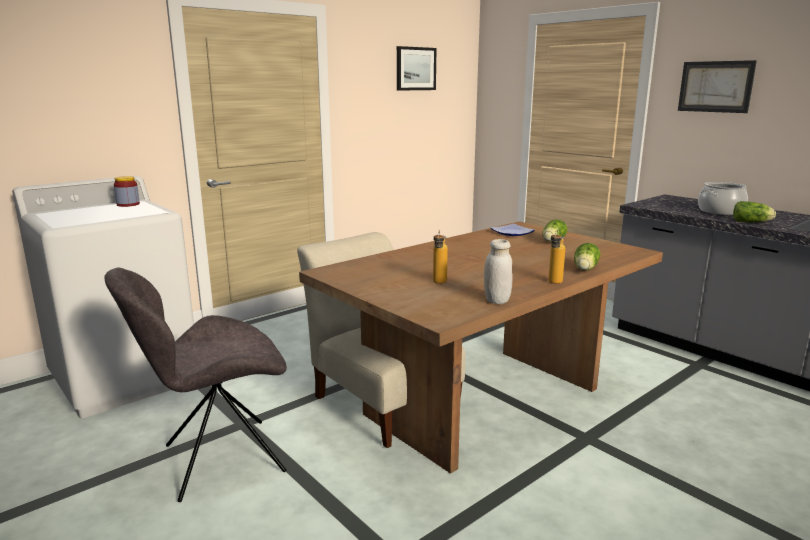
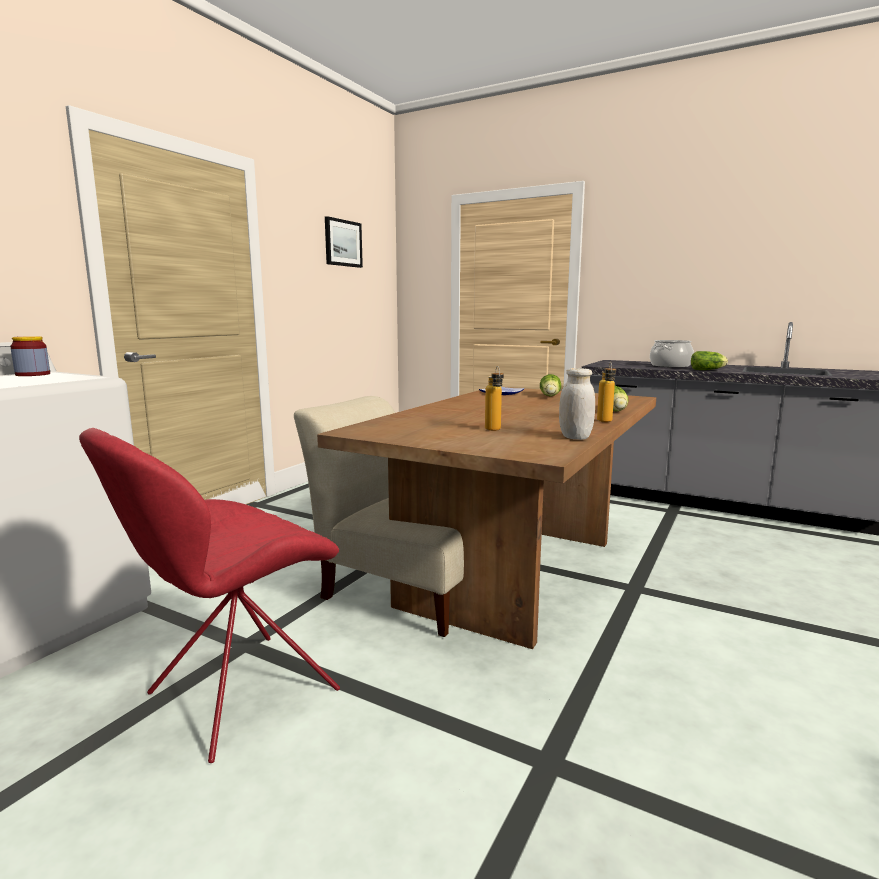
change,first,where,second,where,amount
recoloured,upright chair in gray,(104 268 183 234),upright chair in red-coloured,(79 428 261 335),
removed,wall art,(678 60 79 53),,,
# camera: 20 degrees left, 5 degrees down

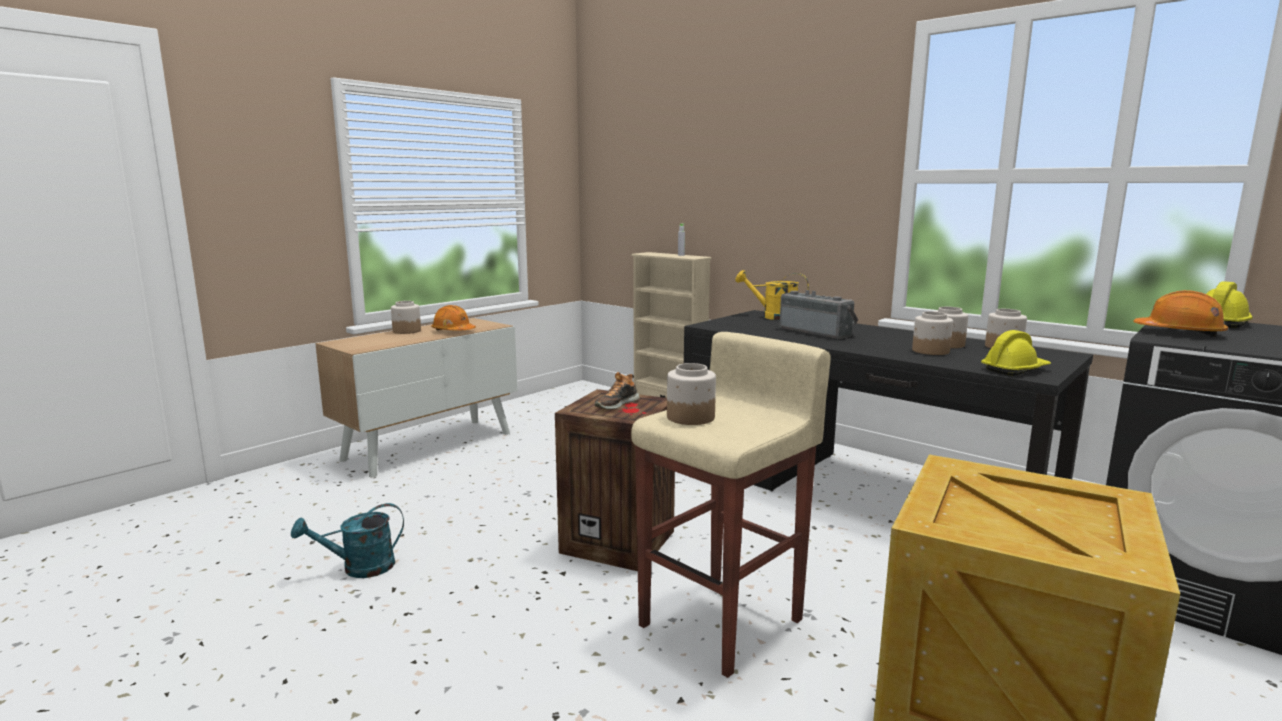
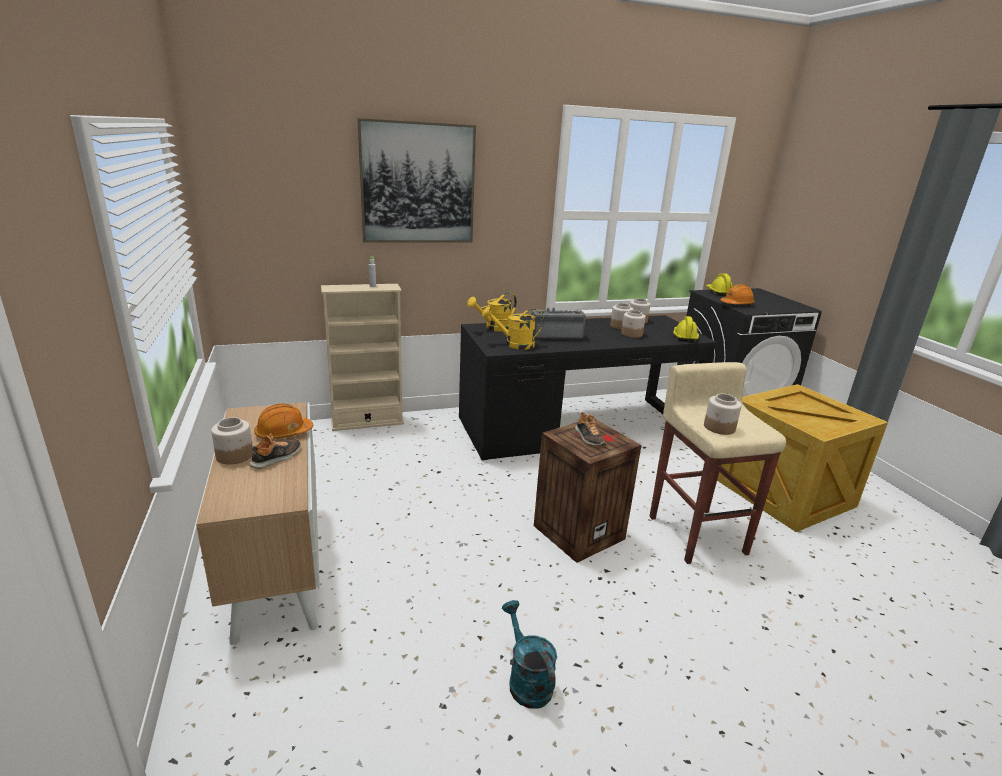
change,first,where,second,where,amount
turned,watering can in blue-green,(291 503 113 75),,(502 600 55 109),150 degrees clockwise
added,,,shoe,(249 433 52 36),
added,,,wall art,(357 118 119 125),
added,,,watering can in yellow,(482 307 62 43),
# camera: 60 degrees left, 10 degrees up

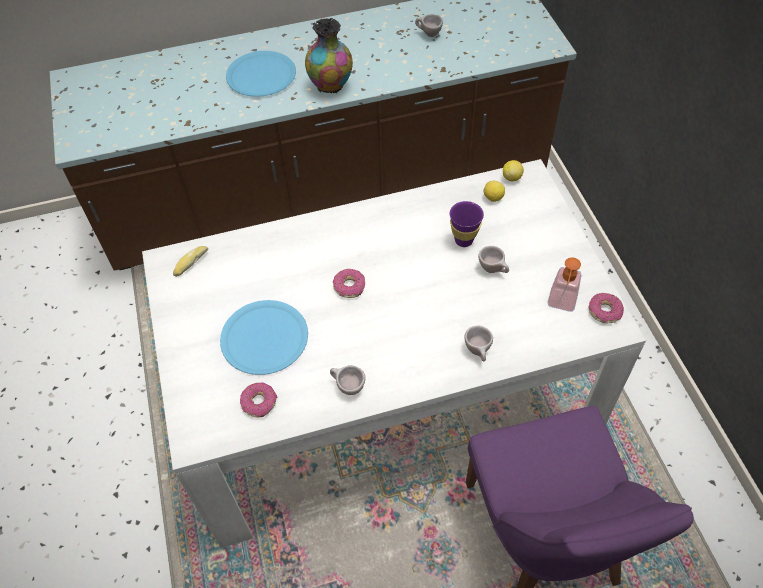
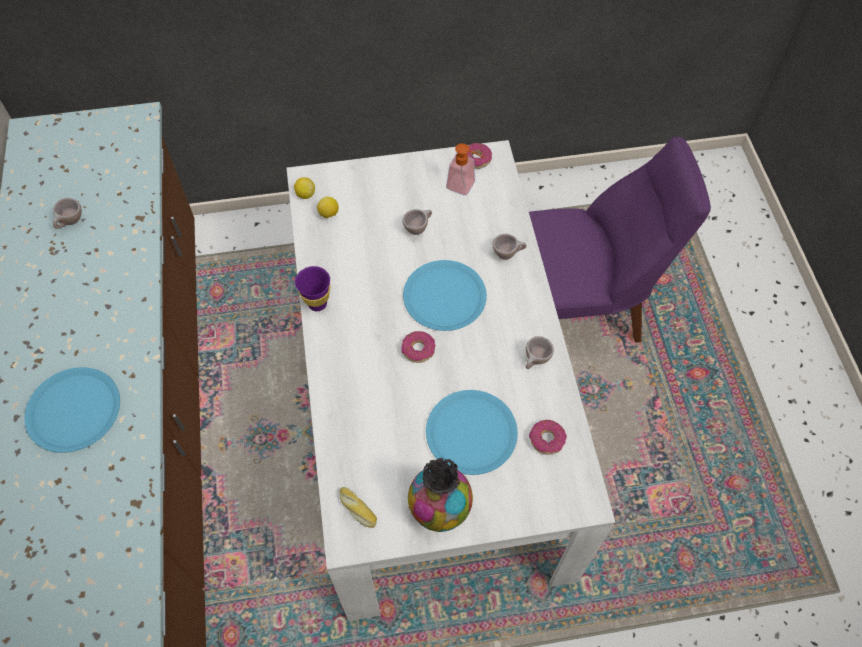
change,first,where,second,where,amount
moved,flower vase,(305 18 48 75),,(408 458 65 74),
moved,cup in purplish,(449 201 35 46),,(295 266 35 45),
added,,,dinner plate in bluish,(403 260 84 71),
# camera: 85 degrees left, 5 degrees up

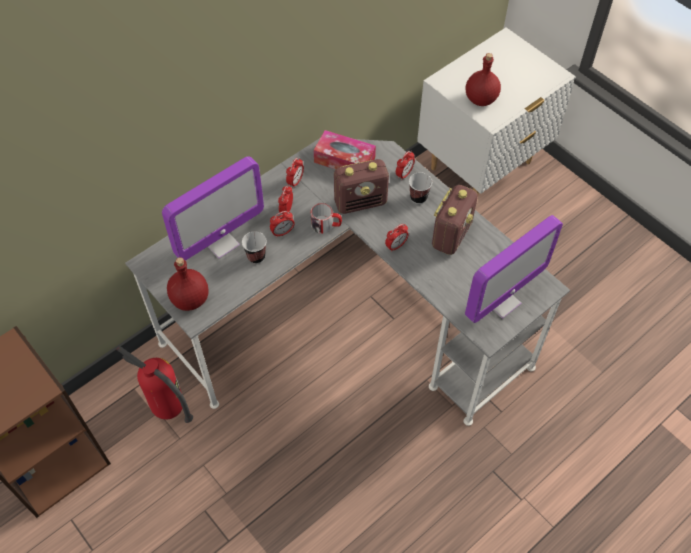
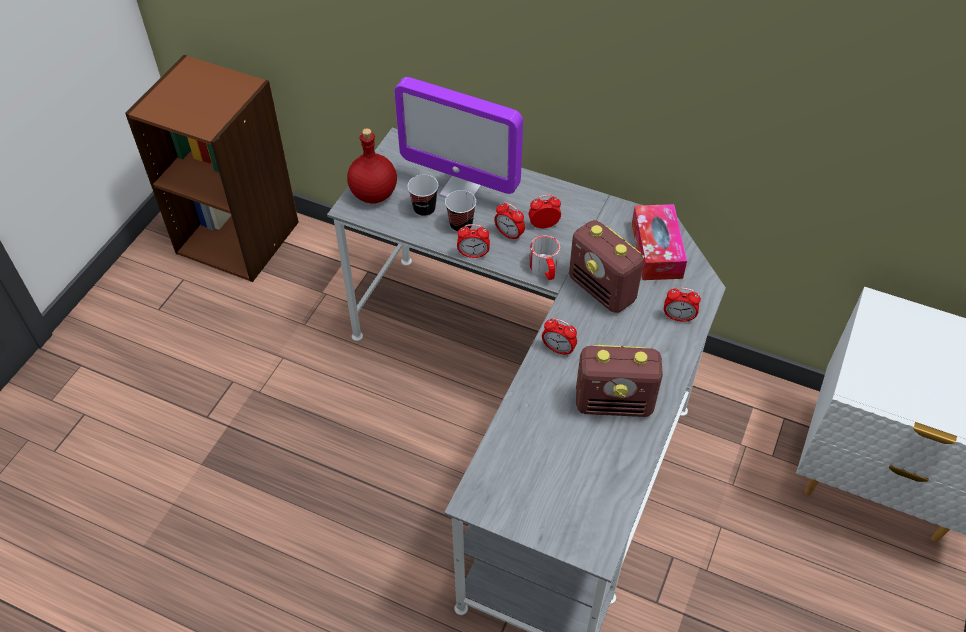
change,first,where,second,where,amount
removed,extinguisher,(117 346 76 77),,,
moved,table clock,(286 158 18 30),,(457 224 33 34),
moved,cup,(409 172 23 32),,(408 175 31 42),
removed,beverage bottle in red-coloured,(465 53 36 53),,,
removed,computer screen,(465 215 98 108),,,
# camera: 65 degrees right, 5 degrees down

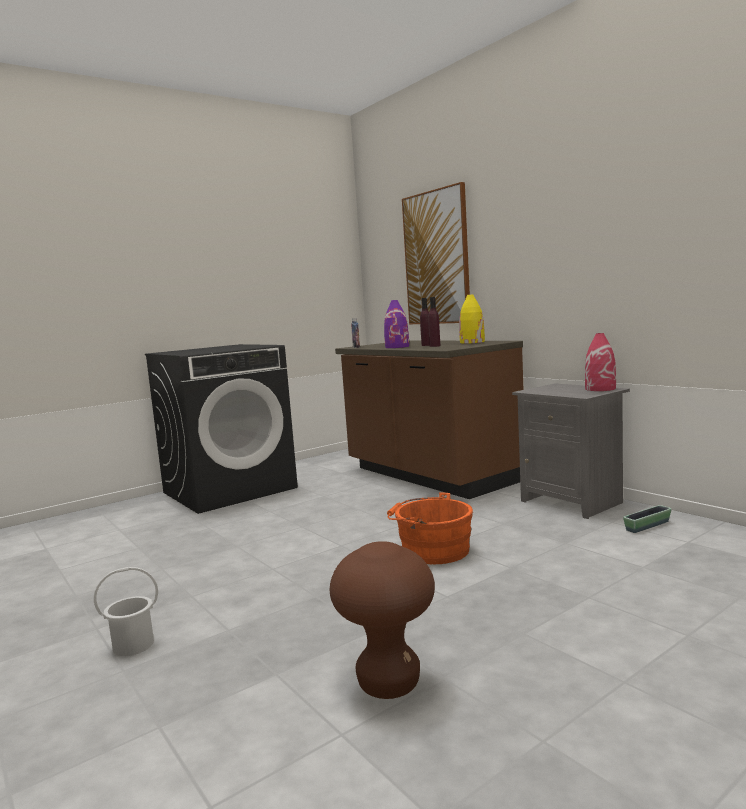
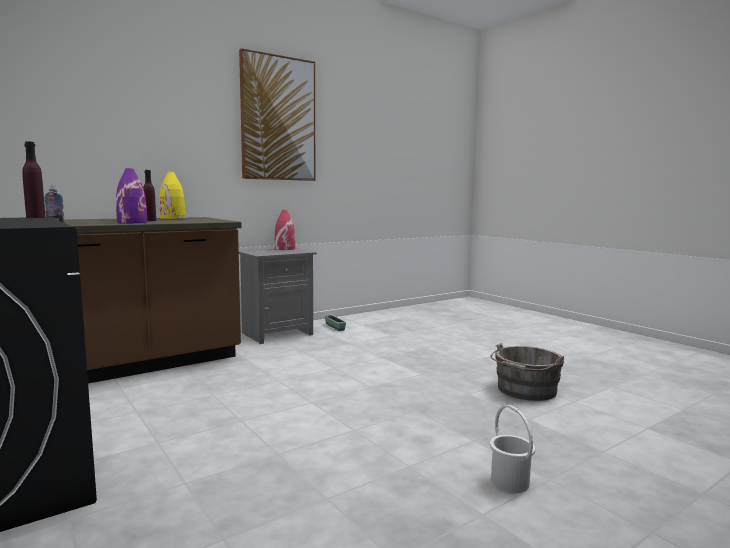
change,first,where,second,where,amount
replaced,stool in brown-coloured,(329 541 106 158),bucket in gray,(490 343 74 58),
removed,bucket in orange-coloured,(387 492 86 72),,,
moved,wall art,(402 182 68 142),,(239 48 76 133),
moved,beverage bottle in purplish,(428 297 13 50),,(22 141 24 77),
# camera: 90 degrees left, 0 degrees up

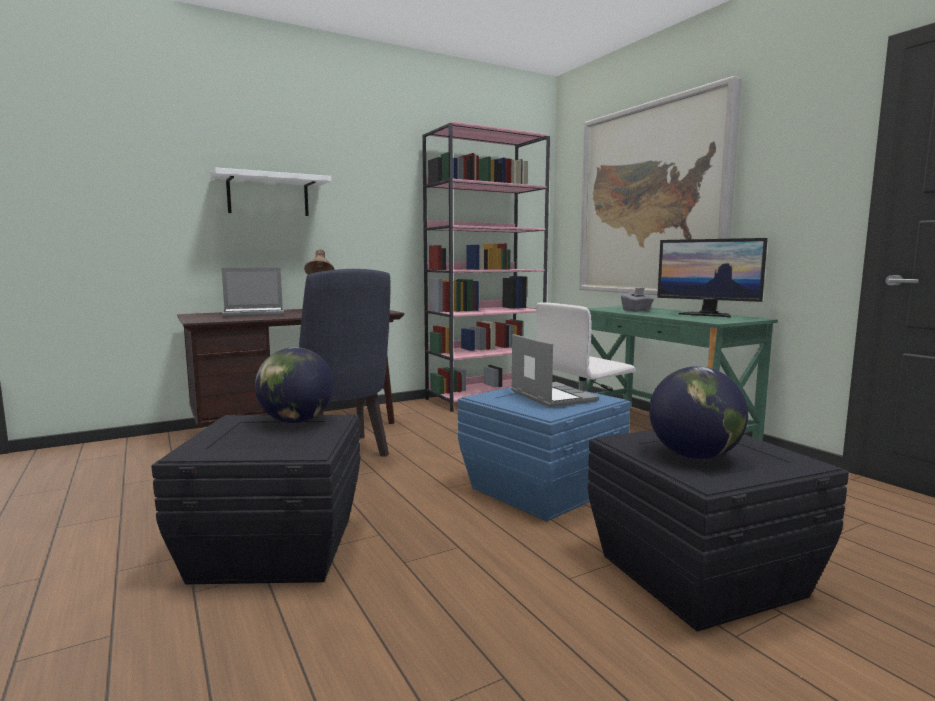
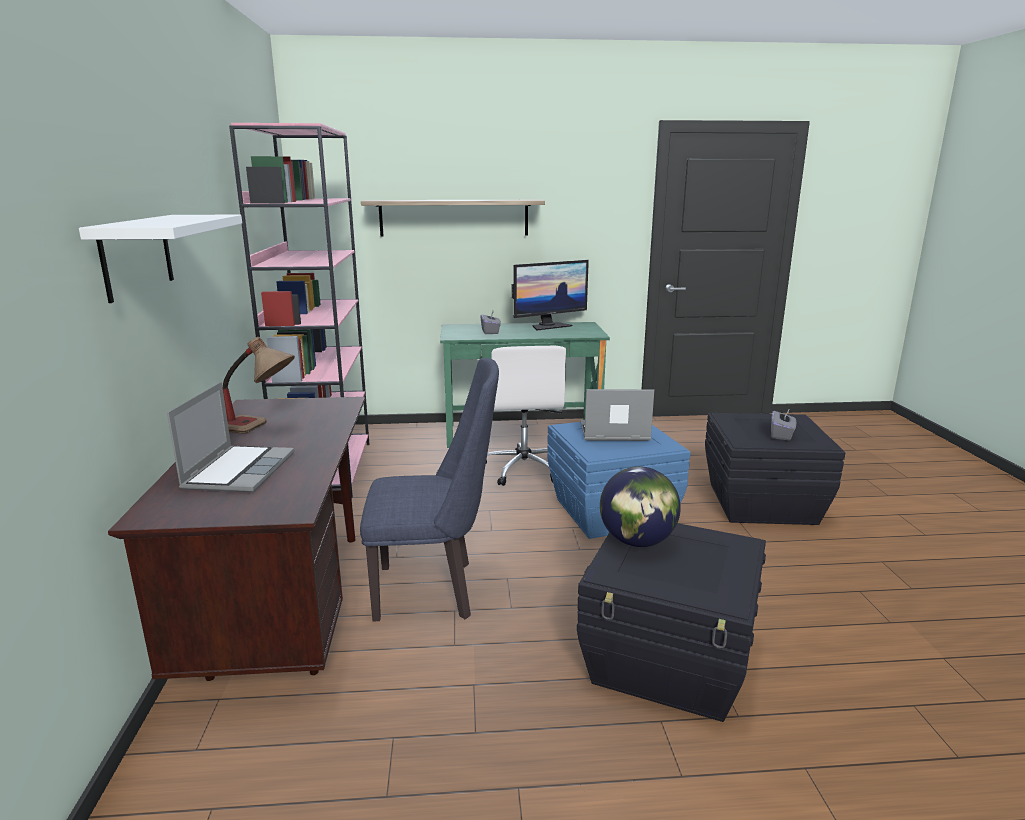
change,first,where,second,where,amount
replaced,wall art,(579 76 163 219),bracket shelf,(361 200 184 36),
replaced,world globe,(649 366 99 93),tissue box in gray,(771 410 25 30),
# camera: 65 degrees left, 10 degrees up

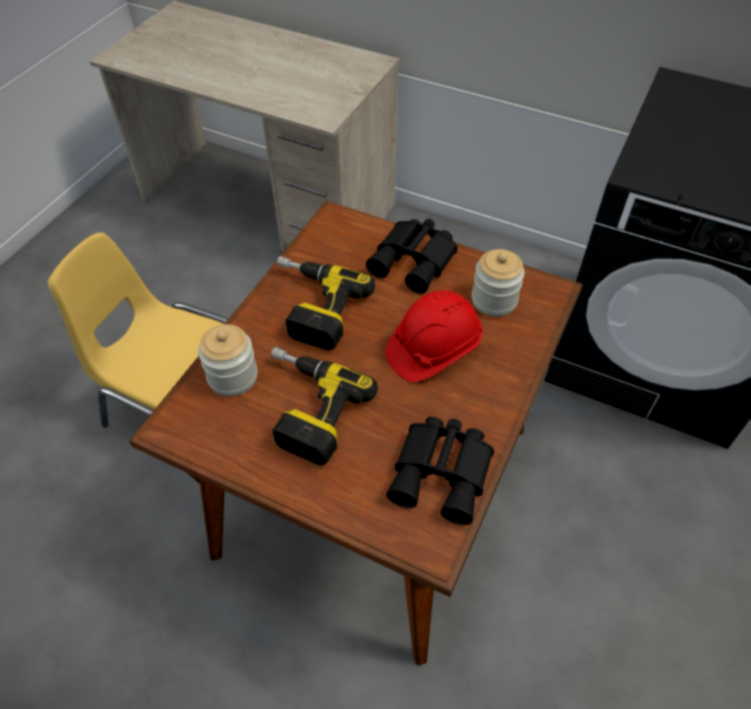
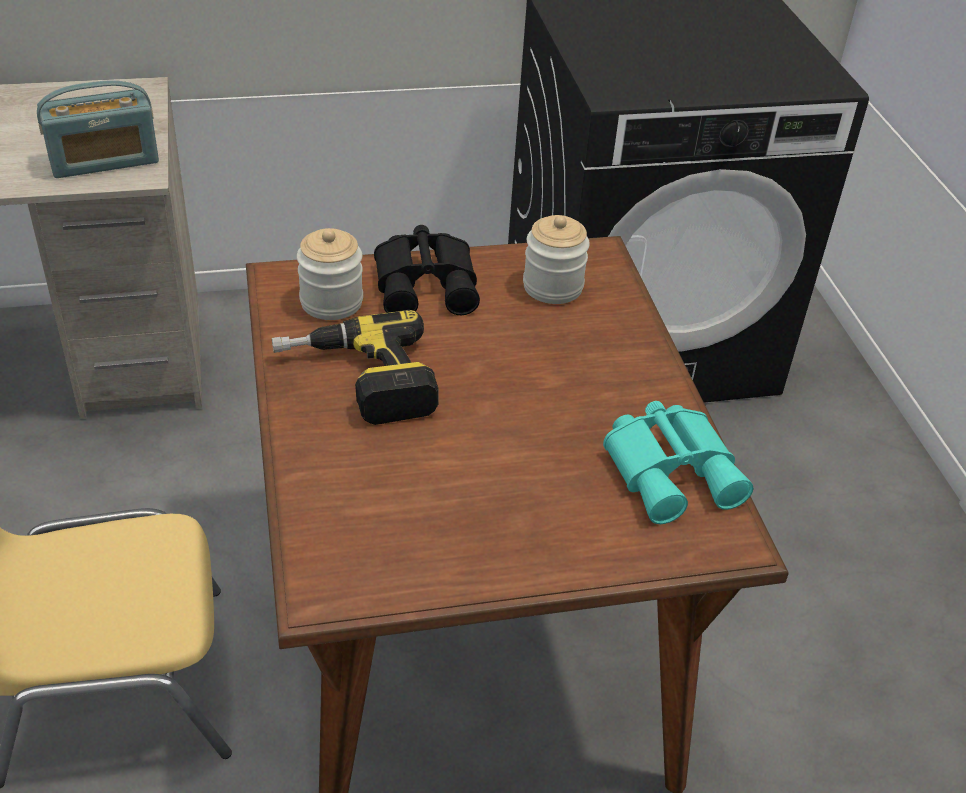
change,first,where,second,where,amount
moved,preserve jar,(198 324 60 72),,(297 228 66 92),
removed,electric drill,(271 347 107 118),,,
removed,hard hat in red-coloured,(385 290 98 92),,,
recoloured,binoculars in black-coloured,(386 417 108 108),binoculars in blue-green,(603 401 150 123),
added,,,radio,(37 80 122 98),
# camera: 40 degrees left, 10 degrees down

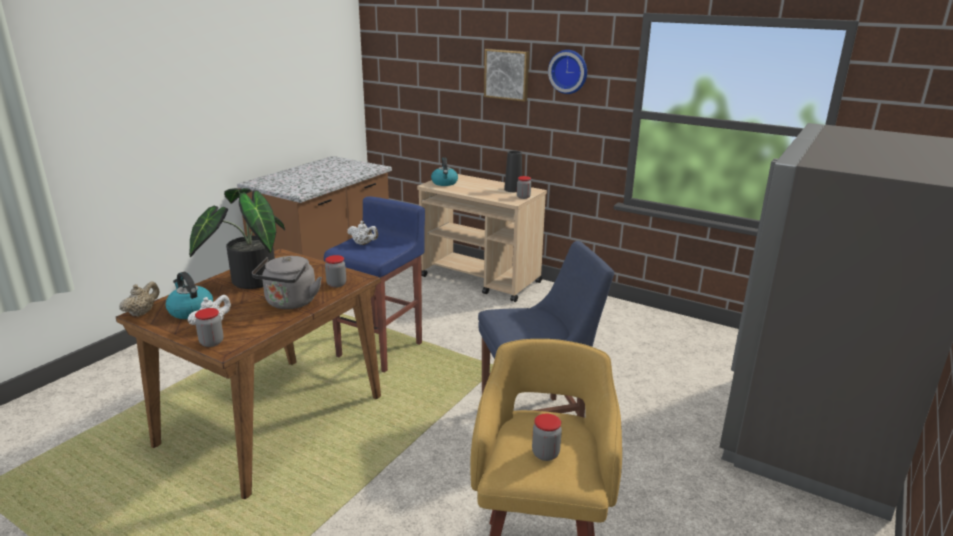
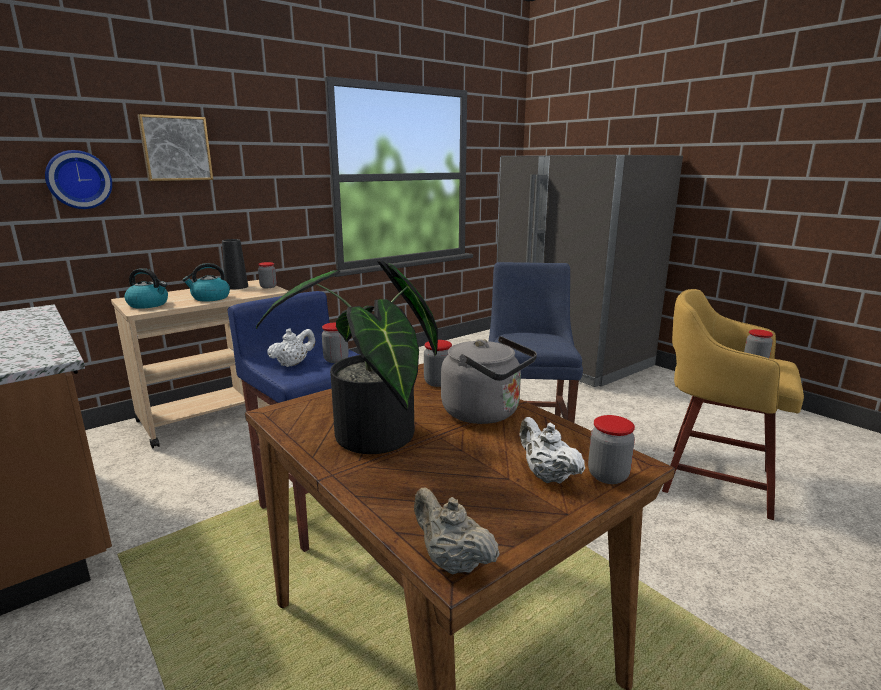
change,first,where,second,where,amount
moved,water kettle,(165 272 48 47),,(182 263 48 39),
moved,wall clock,(548 50 39 44),,(45 150 67 59),
added,,,preserve jar,(322 322 27 41),
# camera: 70 degrees left, 5 degrees down

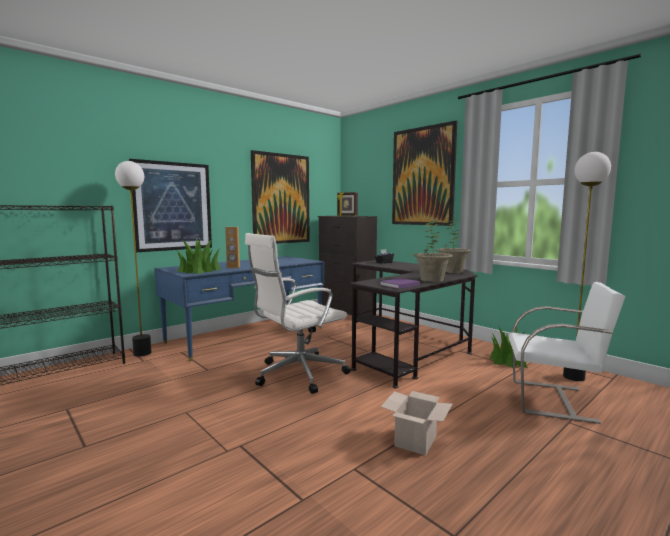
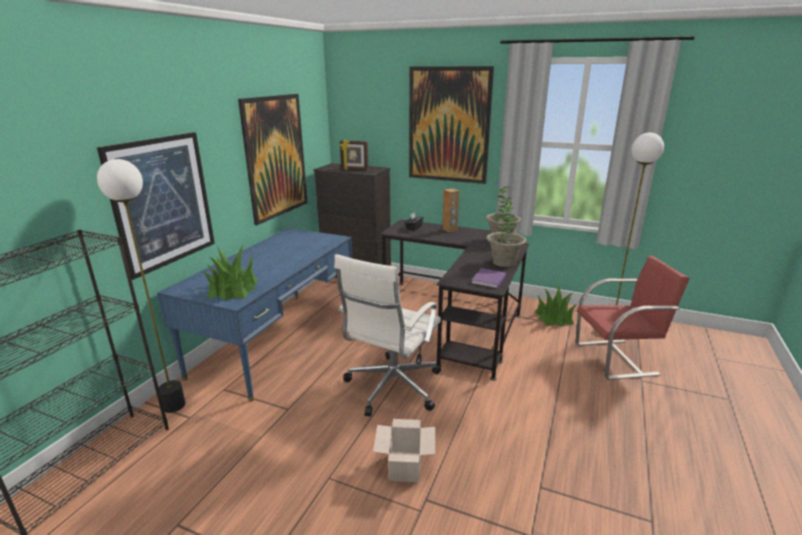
change,first,where,second,where,amount
moved,speaker in brown-coloured,(225 227 15 41),,(442 188 17 44),
moved,cardboard box,(381 391 71 65),,(373 419 62 63),
recoloured,upright chair in white,(509 282 116 142),upright chair in red-coloured,(575 256 115 124),
# camera: 25 degrees left, 15 degrees up

